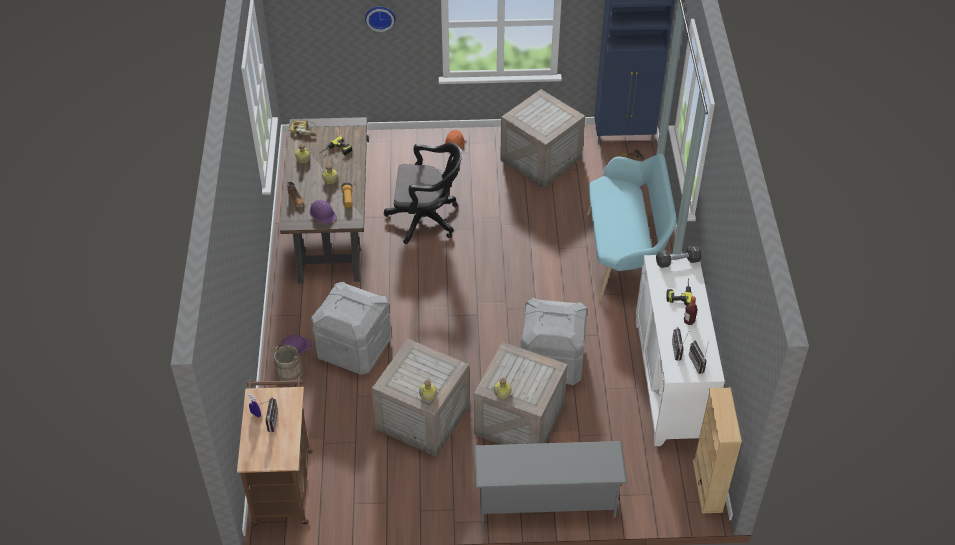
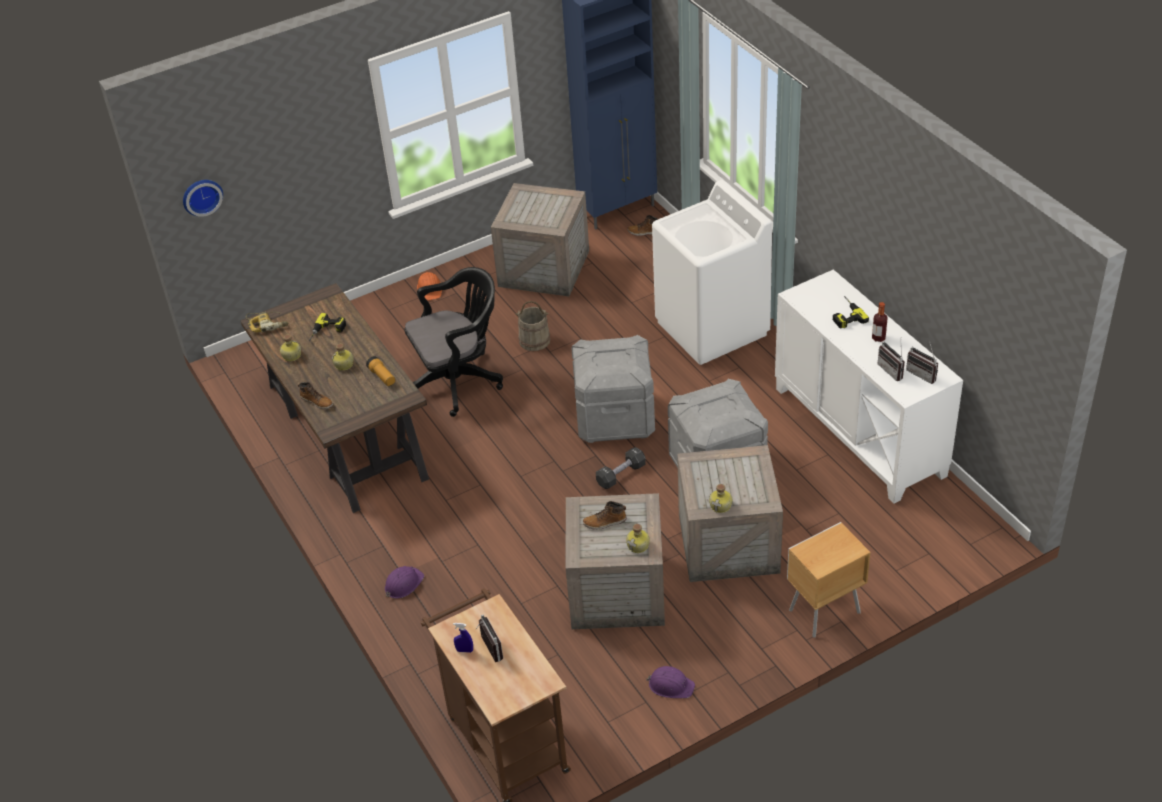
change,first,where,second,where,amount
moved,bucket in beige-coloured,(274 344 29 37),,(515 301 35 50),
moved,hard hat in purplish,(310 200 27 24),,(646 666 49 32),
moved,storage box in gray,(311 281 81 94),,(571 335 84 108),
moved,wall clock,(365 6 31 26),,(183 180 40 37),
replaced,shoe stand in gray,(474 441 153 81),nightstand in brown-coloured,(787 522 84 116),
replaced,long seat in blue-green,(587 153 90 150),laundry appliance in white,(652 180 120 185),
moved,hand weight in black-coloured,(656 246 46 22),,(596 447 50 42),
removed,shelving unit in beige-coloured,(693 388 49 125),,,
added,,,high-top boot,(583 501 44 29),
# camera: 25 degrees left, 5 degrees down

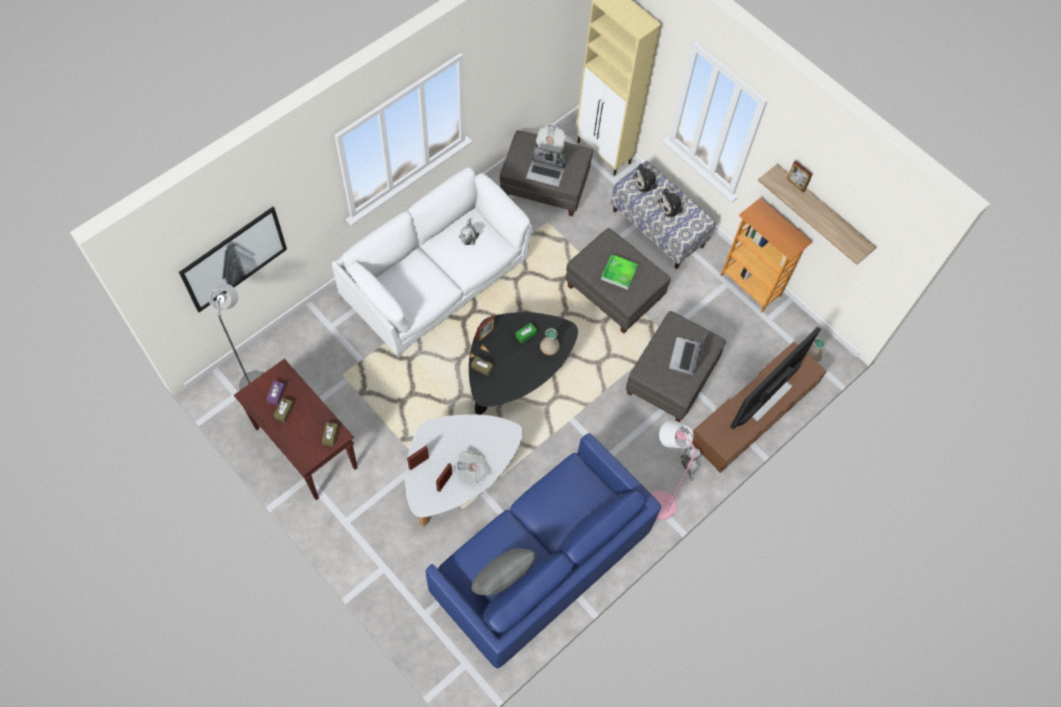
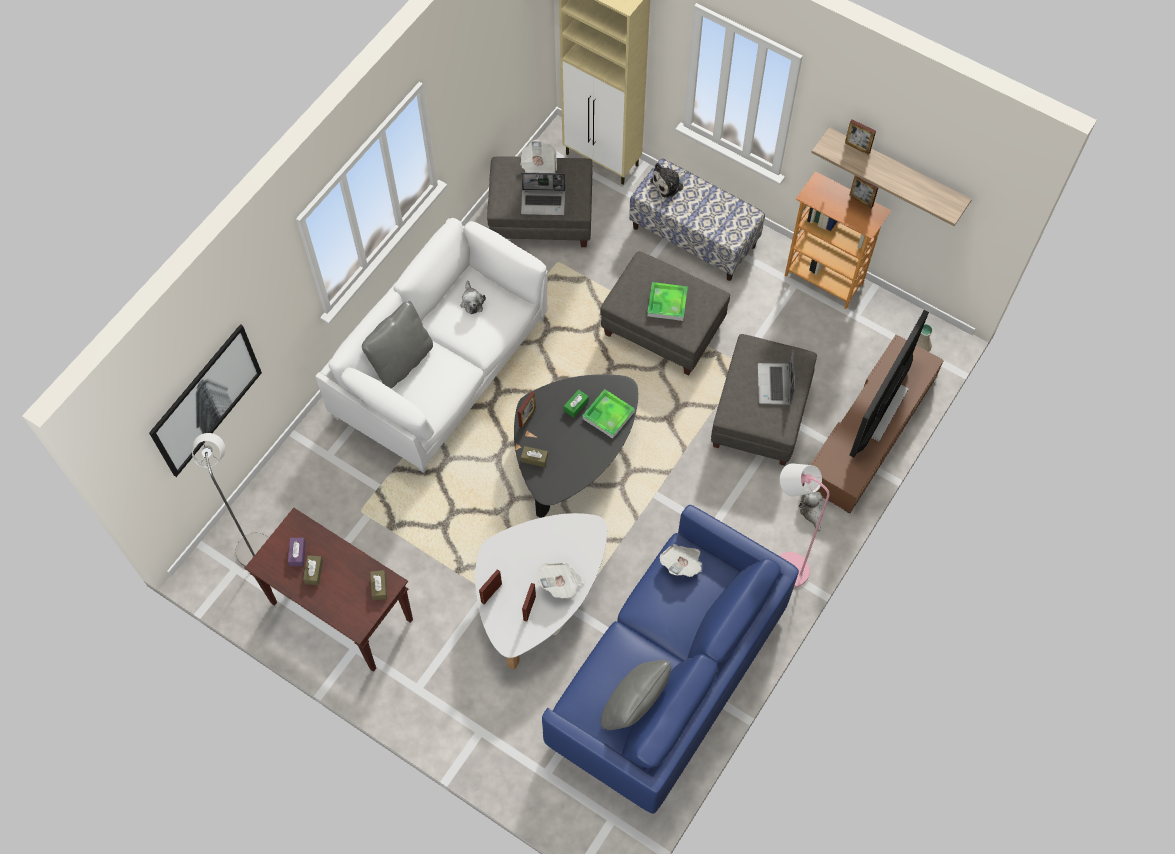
change,first,where,second,where,amount
replaced,flower vase in beige-coloured,(540 328 20 27),carrying tray,(583 389 52 50),
removed,soft toy,(658 188 29 29),,,
added,,,throw pillow in gray,(362 301 71 87),
added,,,printed paper,(660 544 42 33),
added,,,picture frame,(849 176 30 32),
# camera: 10 degrees left, 0 degrees up

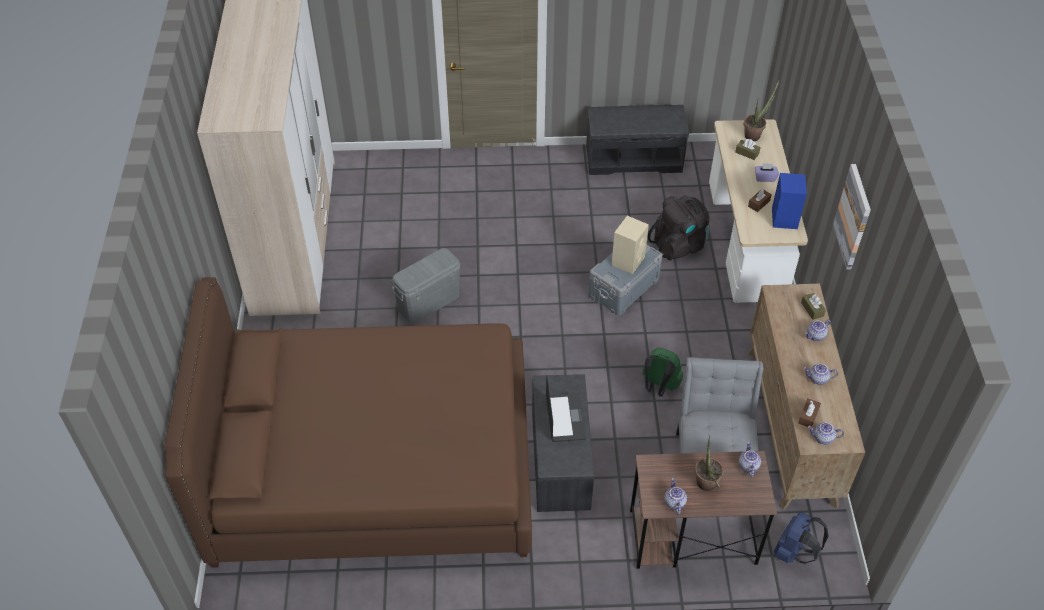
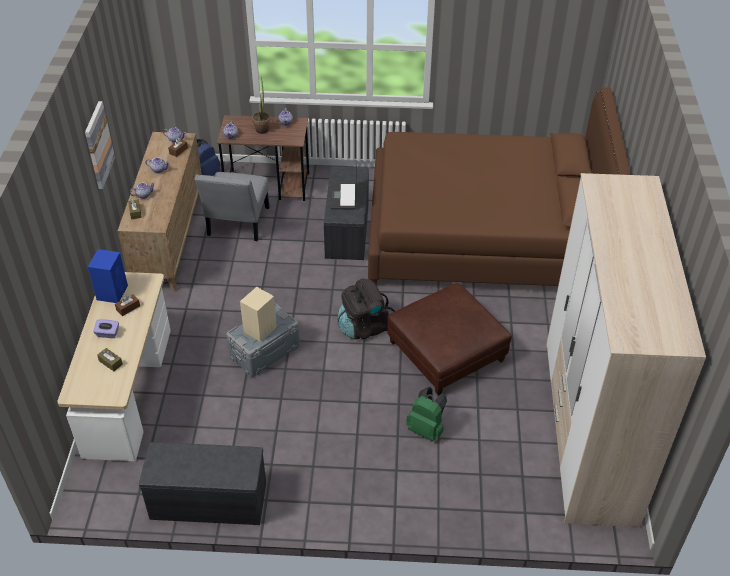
change,first,where,second,where,amount
replaced,storage box in gray,(391 248 70 75),ottoman in brown-coloured,(387 283 125 112),
moved,knapsack in green,(642 348 41 49),,(406 387 41 54),
moved,knapsack in black-coloured,(648 196 62 64),,(337 279 58 60),
removed,houseplant,(744 81 35 60),,,
# camera: 175 degrees left, 5 degrees down

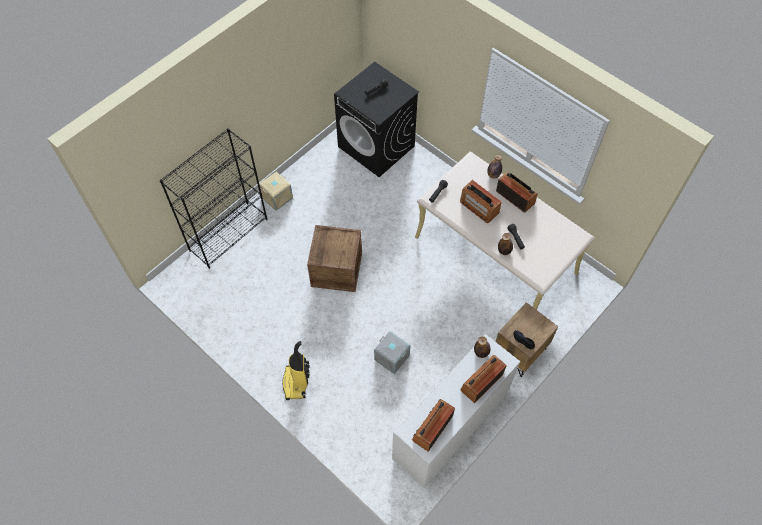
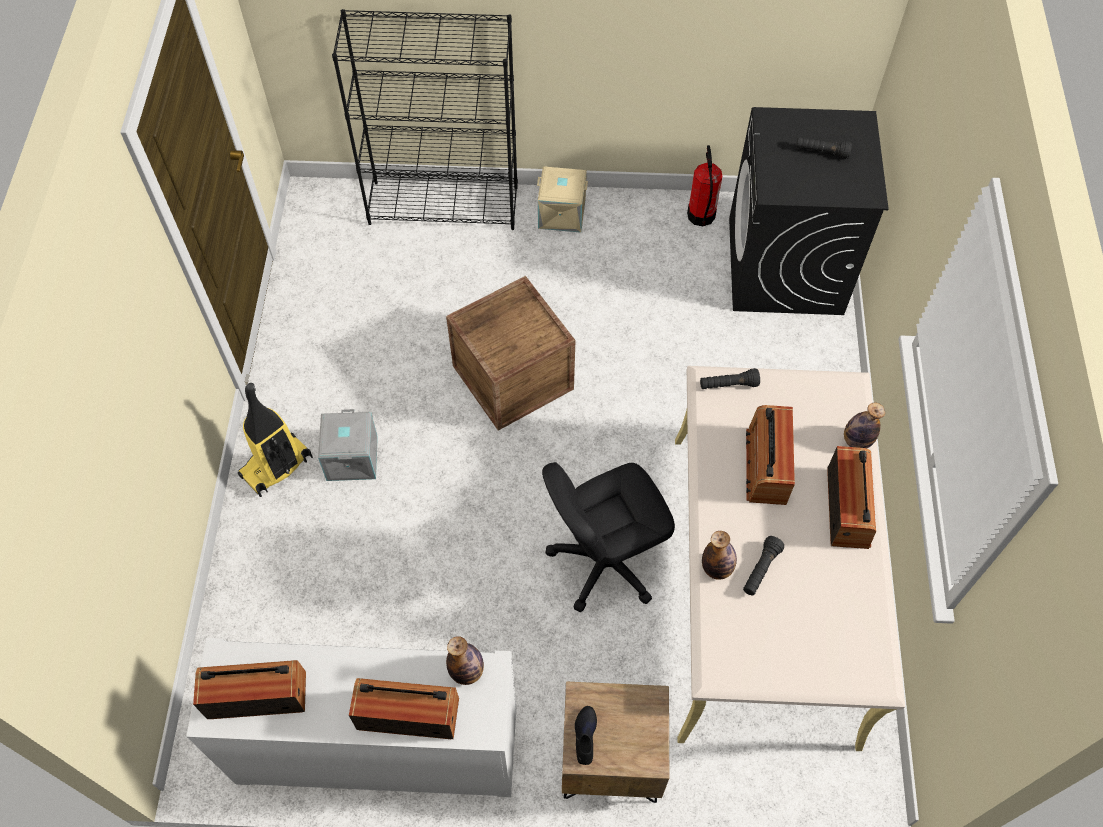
change,first,where,second,where,amount
moved,storage box in gray,(374 331 37 43),,(318 409 60 72),
added,,,desk chair in black-coloured,(542 462 133 150),
added,,,extinguisher,(687 145 35 81),
# camera: 50 degrees right, 0 degrees up

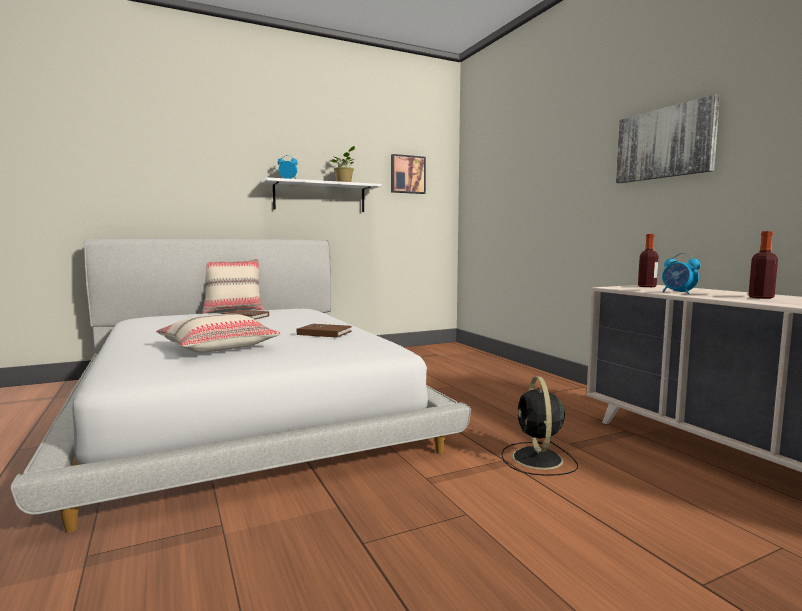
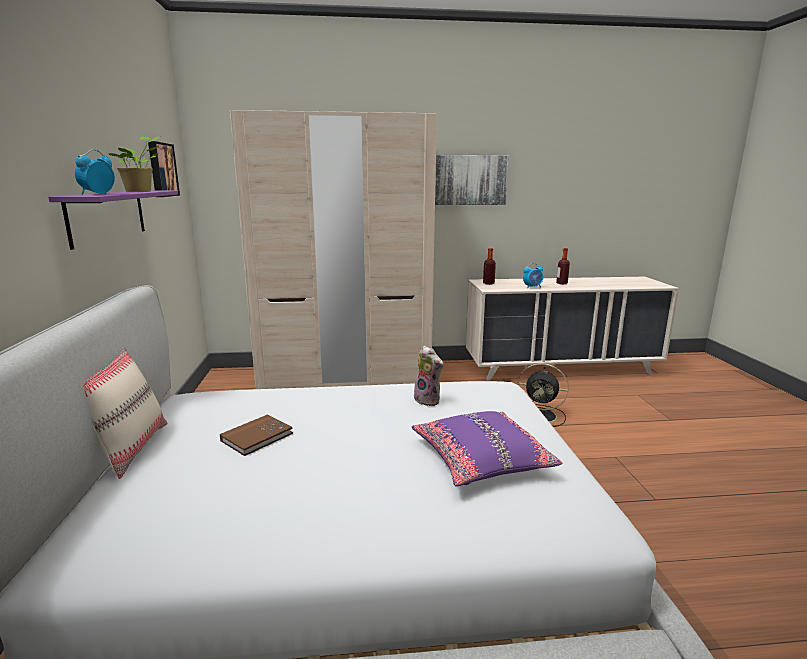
change,first,where,second,where,amount
recoloured,throw pillow in beige-coloured,(156 314 125 39),throw pillow in purplish,(412 411 151 76),
recoloured,bracket shelf in white,(262 177 120 35),bracket shelf in purplish,(48 191 130 59),
replaced,volume in brown-coloured,(297 324 55 14),soft toy,(414 346 29 60),
added,,,clothes cupboard in beige-coloured,(230 110 207 279),
# camera: 70 degrees left, 10 degrees up

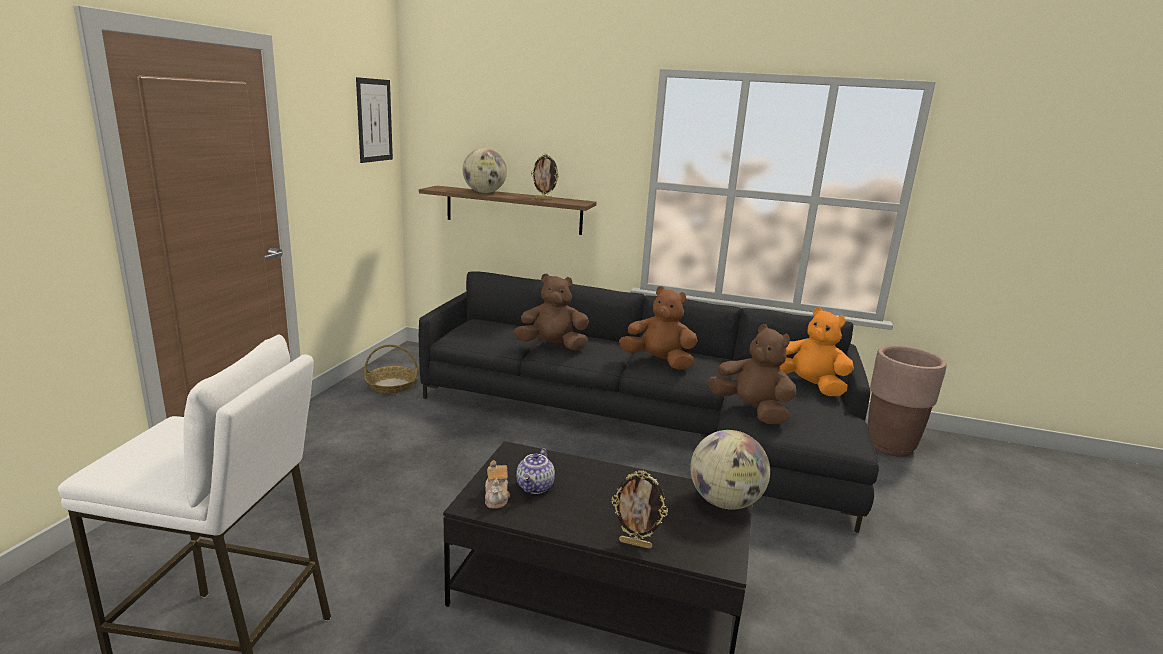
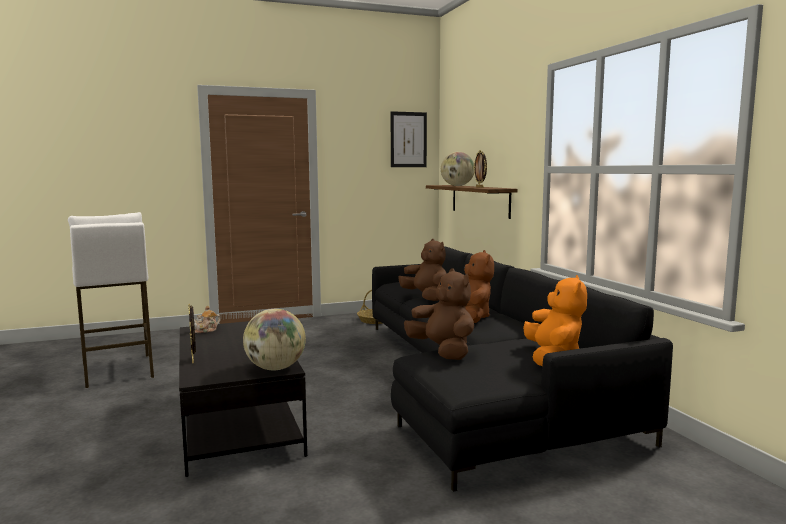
change,first,where,second,where,amount
removed,teapot,(516 448 39 46),,,
turned,soft toy in brown-coloured,(708 324 88 100),,(404 268 70 92),45 degrees counterclockwise
removed,planter in brown-coloured,(868 345 79 112),,,
# camera: 55 degrees right, 10 degrees down

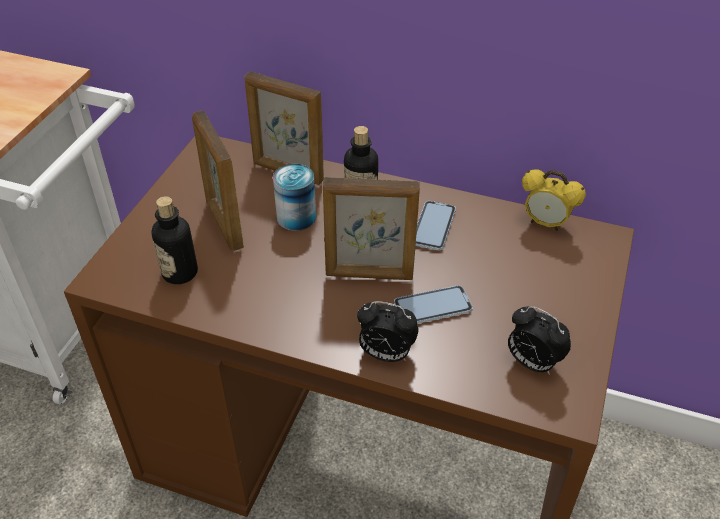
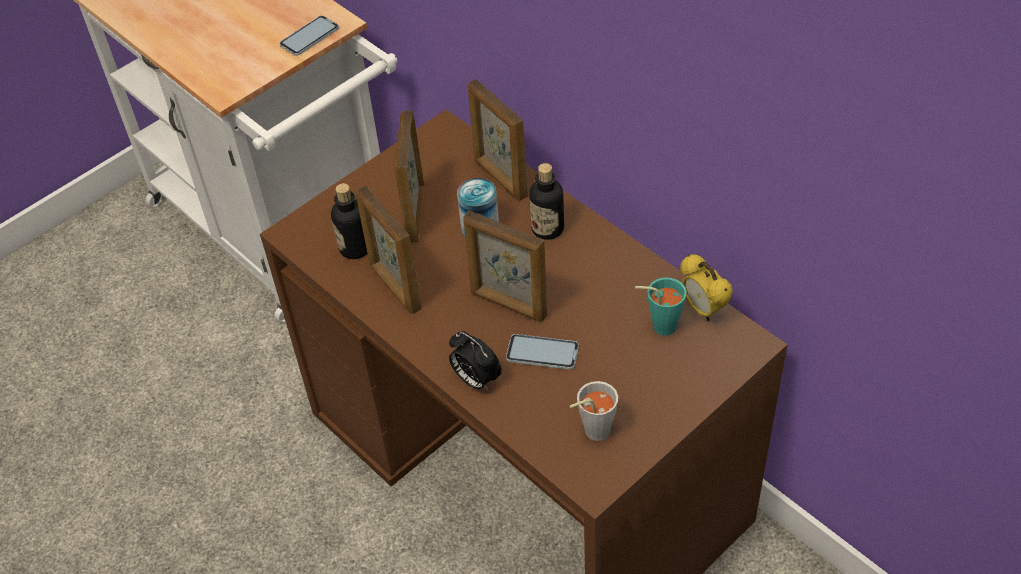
change,first,where,second,where,amount
moved,telephone,(416 201 40 50),,(280 16 59 40),
replaced,table clock,(508 306 63 69),cup in gray,(570 381 48 60),
added,,,picture frame,(356 186 65 128),
added,,,cup in blue-green,(635 277 52 58),
# camera: 30 degrees right, 5 degrees up

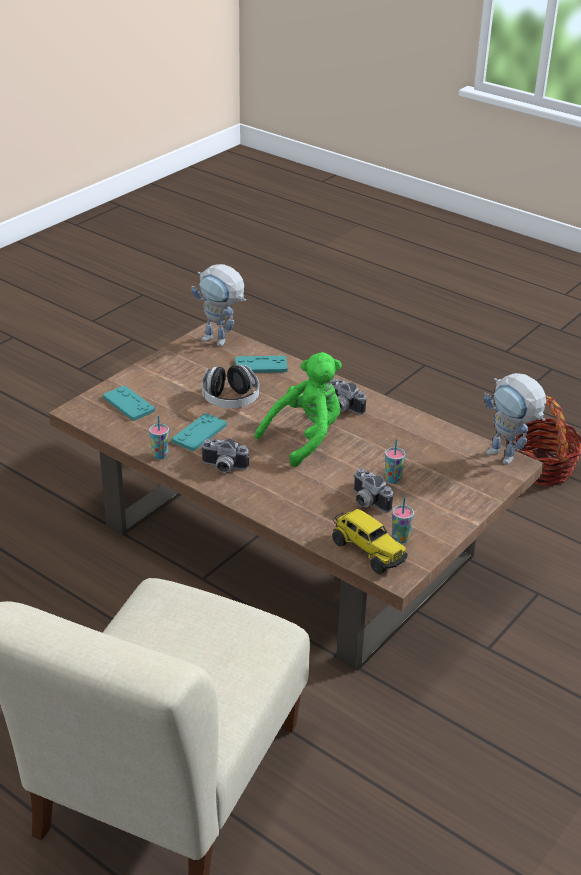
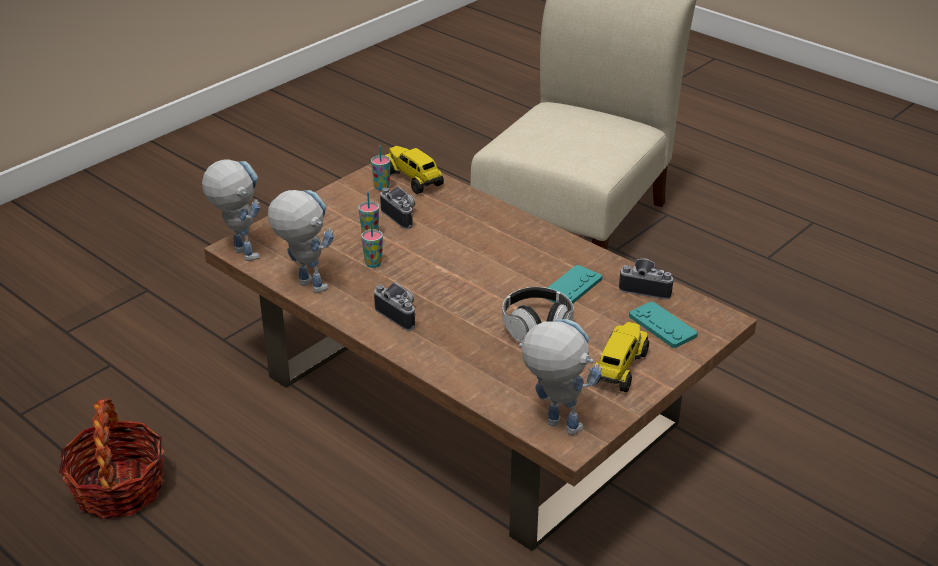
change,first,where,second,where,amount
moved,cup,(149 415 20 44),,(361 220 22 48),
moved,photo camera,(201 438 48 35),,(619 258 56 42),
removed,game controller in blue-green,(235 356 53 17),,,
removed,soft toy in green,(255 352 87 115),,,
added,,,robot figure,(268 190 66 103),
added,,,toy lorry,(595 322 54 70),
# camera: 175 degrees left, 0 degrees up

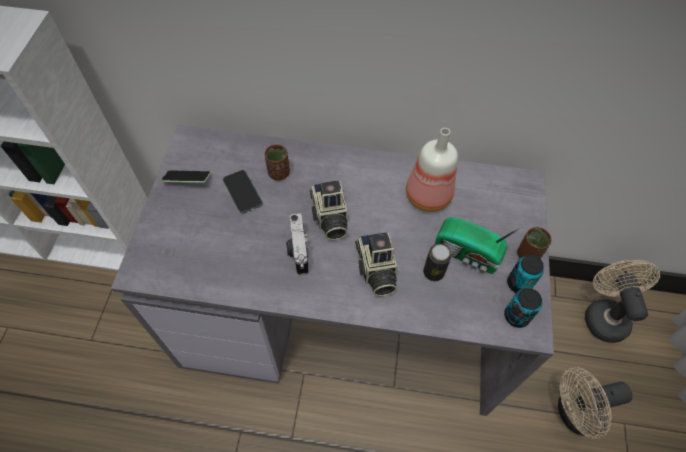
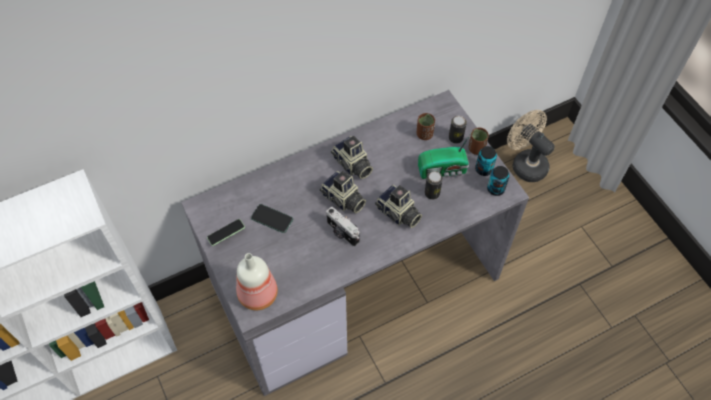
change,first,where,second,where,amount
moved,cup in brown-coloured,(265 144 25 36),,(417 113 18 27),
moved,beverage bottle,(406 128 52 84),,(236 253 42 57),
removed,electric fan in beige-coloured,(558 367 74 72),,,
added,,,photo camera,(331 136 42 43),
added,,,can,(449 116 18 28),
# camera: 35 degrees left, 0 degrees up

